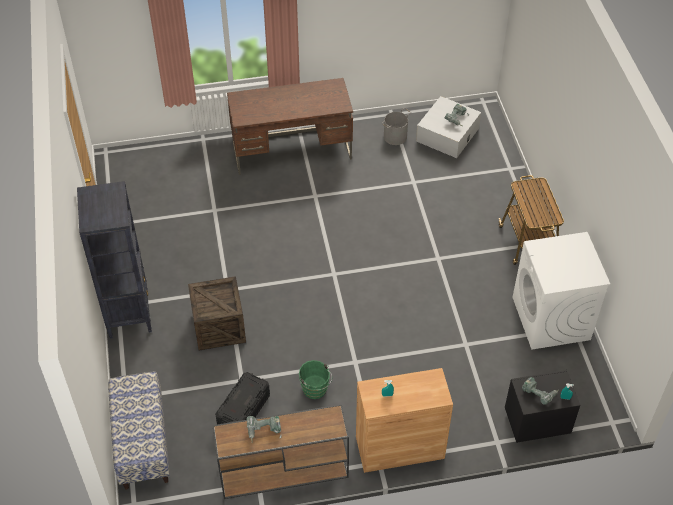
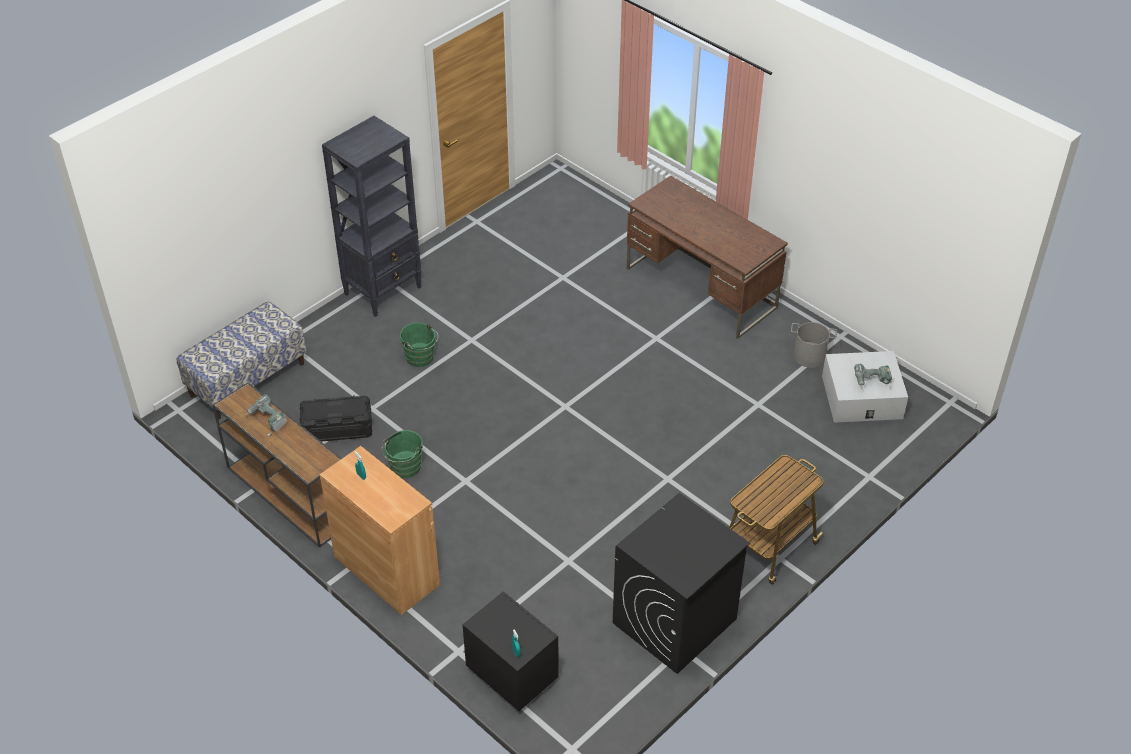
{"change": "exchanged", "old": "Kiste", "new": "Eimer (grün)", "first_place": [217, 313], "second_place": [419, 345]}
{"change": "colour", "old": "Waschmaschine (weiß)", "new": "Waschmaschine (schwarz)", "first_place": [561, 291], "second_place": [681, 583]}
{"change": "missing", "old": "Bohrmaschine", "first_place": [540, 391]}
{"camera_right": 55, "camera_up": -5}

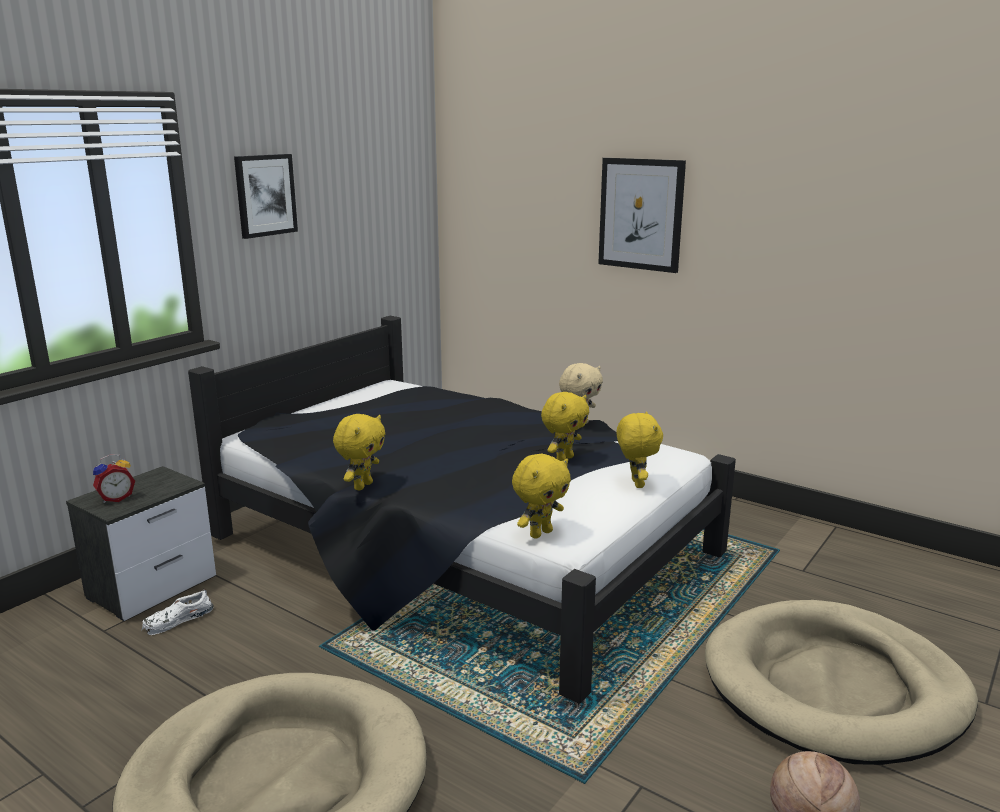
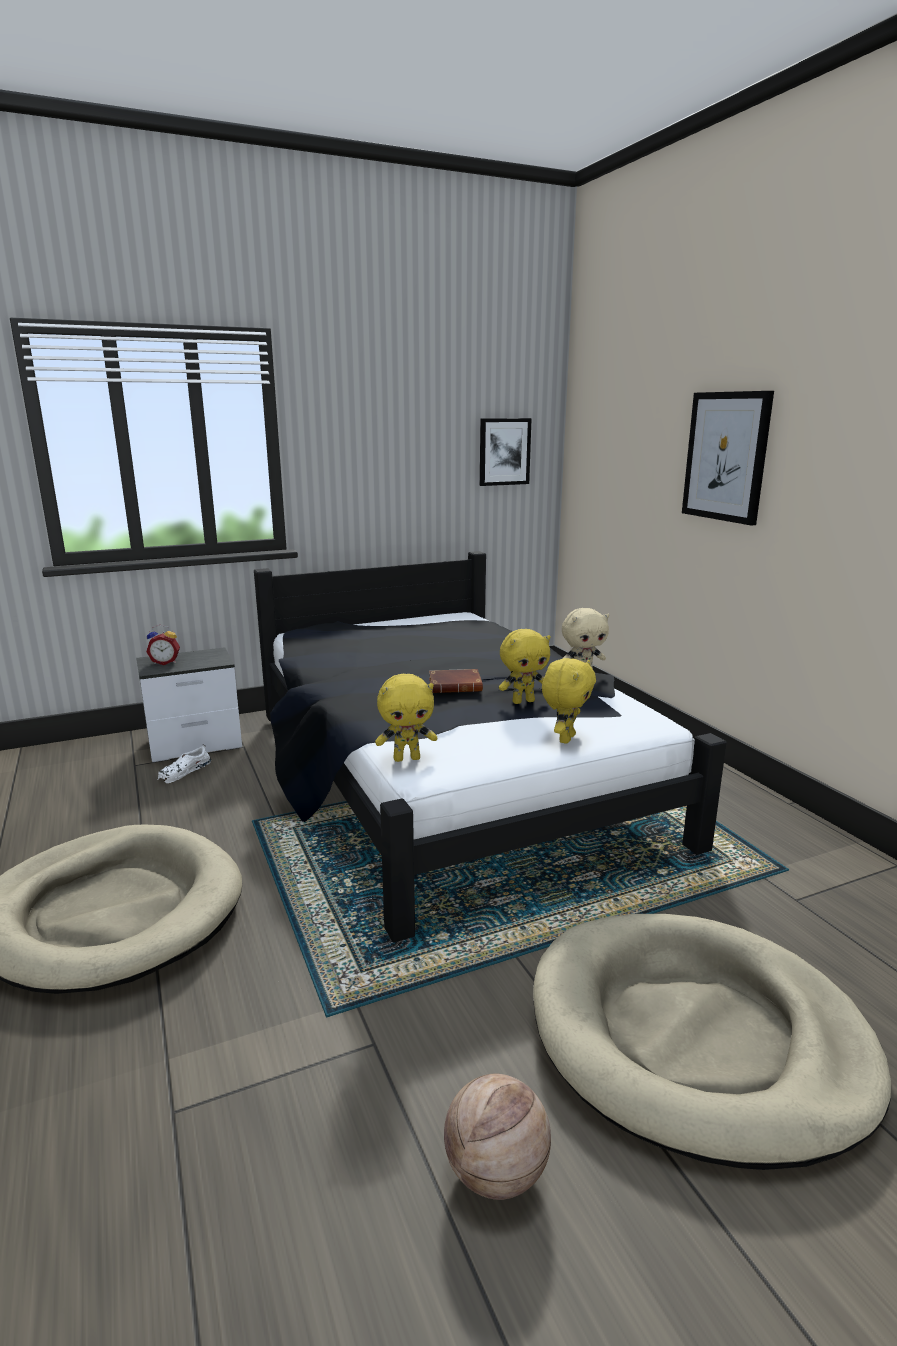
{"change": "spun", "old": "Schuh (weiß)", "first_place": [177, 611], "second_place": [184, 763], "degrees": -45}
{"change": "appeared", "new": "Buch (braun)", "second_place": [456, 681]}
{"change": "relocated", "old": "Bild", "first_place": [266, 196], "second_place": [506, 452]}
{"change": "missing", "old": "Plüschtier (gelb)", "first_place": [359, 452]}
{"camera_right": 30, "camera_up": 0}

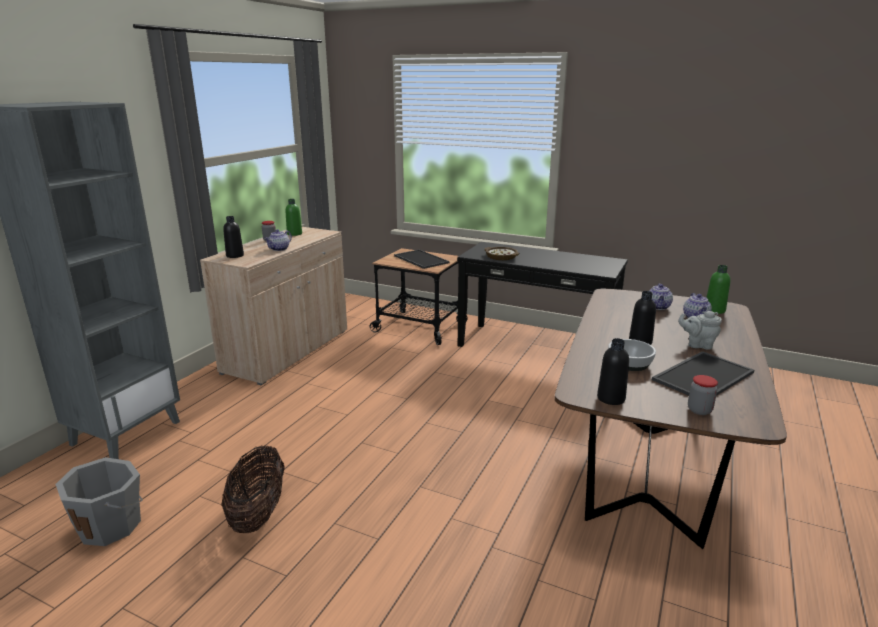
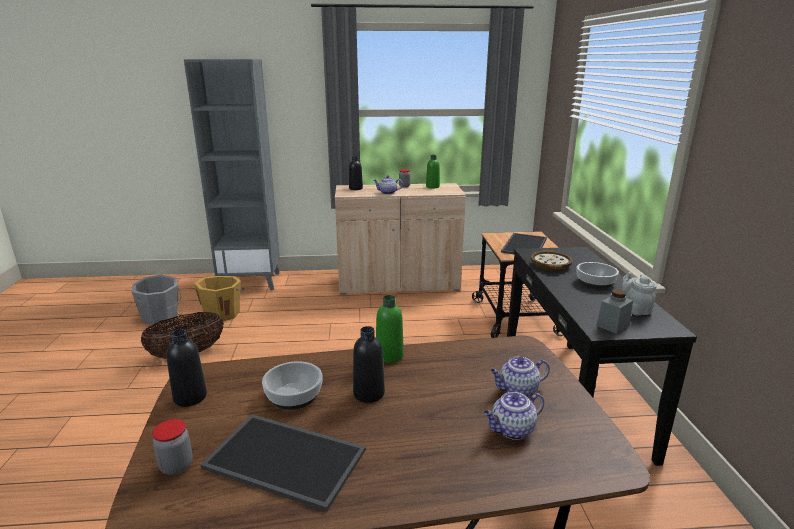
{"change": "appeared", "new": "Eimer (orange)", "second_place": [220, 298]}
{"change": "relocated", "old": "Flasche (grün)", "first_place": [718, 289], "second_place": [390, 329]}
{"change": "appeared", "new": "Schüssel", "second_place": [597, 275]}
{"change": "appeared", "new": "Vorratsglas (grau)", "second_place": [614, 311]}
{"change": "relocated", "old": "Teekanne (grau)", "first_place": [700, 330], "second_place": [639, 293]}
{"camera_right": 60, "camera_up": 0}

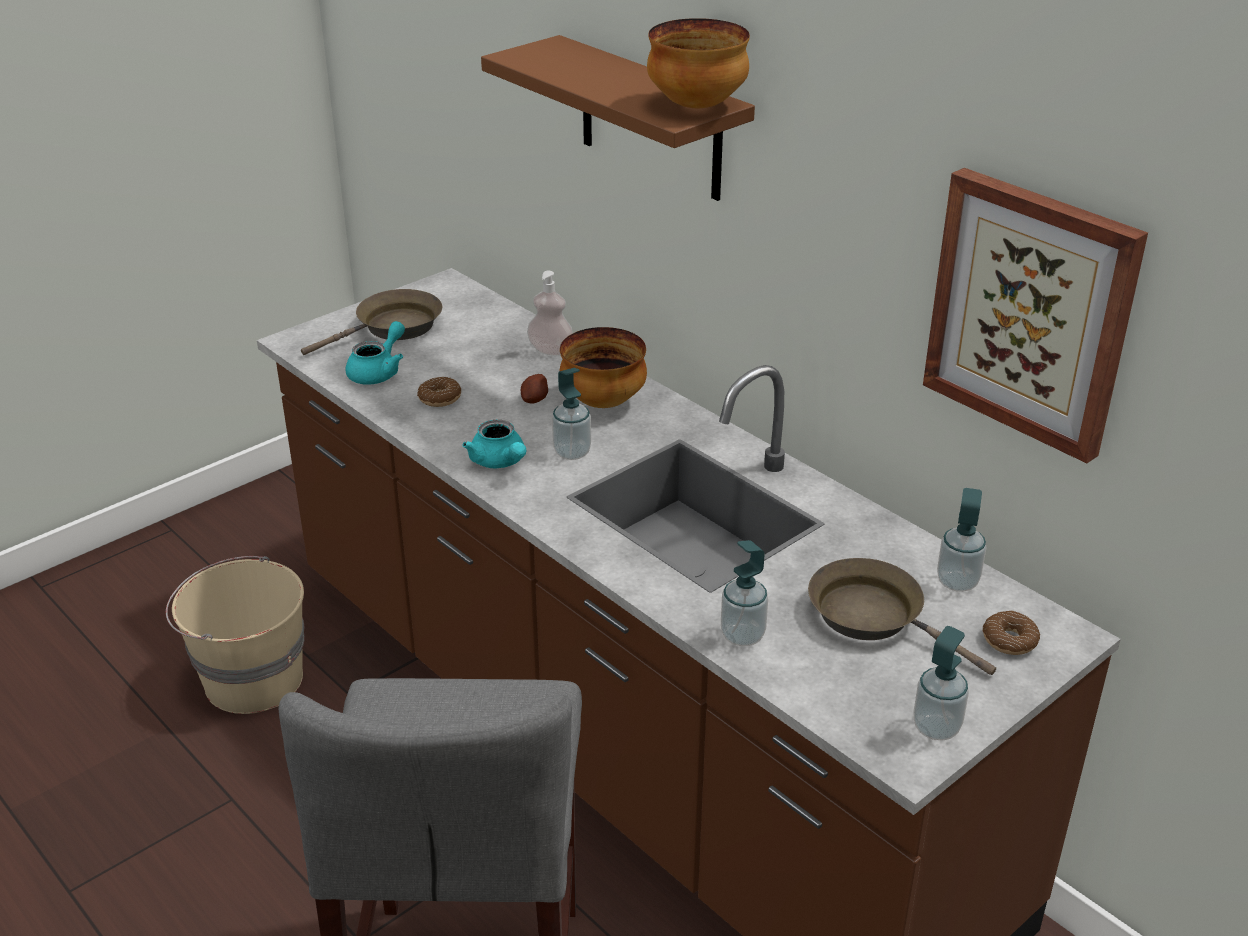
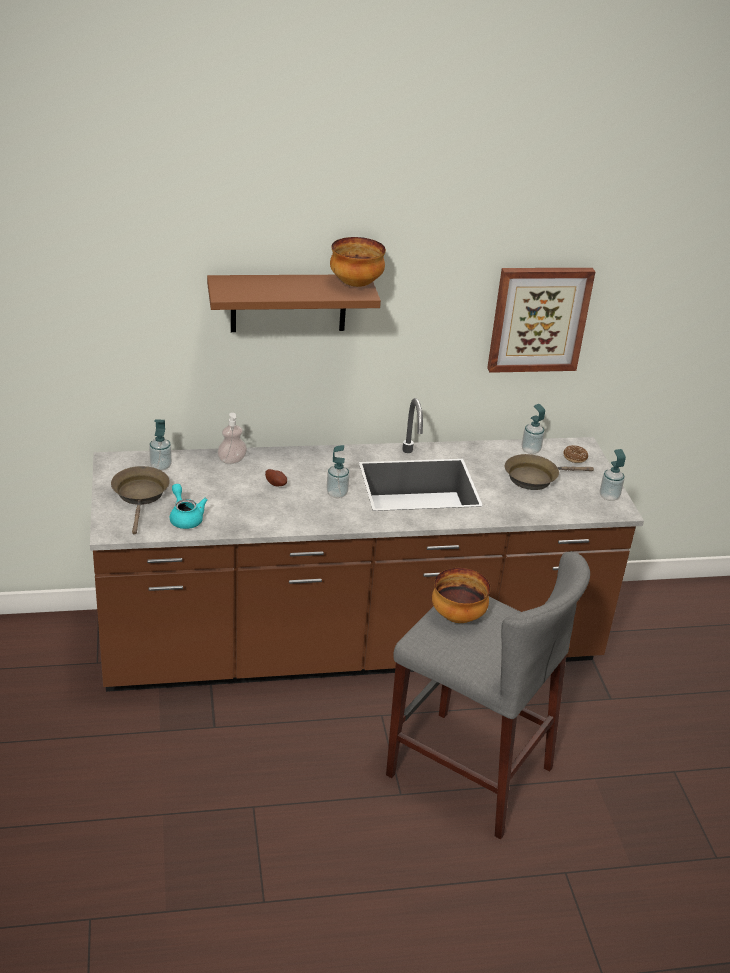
{"change": "relocated", "old": "Seifenspender", "first_place": [744, 593], "second_place": [160, 445]}
{"change": "relocated", "old": "Schüssel", "first_place": [603, 367], "second_place": [461, 595]}
{"change": "missing", "old": "Eimer (beige)", "first_place": [235, 635]}
{"change": "missing", "old": "Donut", "first_place": [439, 392]}
{"change": "missing", "old": "Teekanne (türkis)", "first_place": [494, 444]}
{"camera_right": -60, "camera_up": 0}

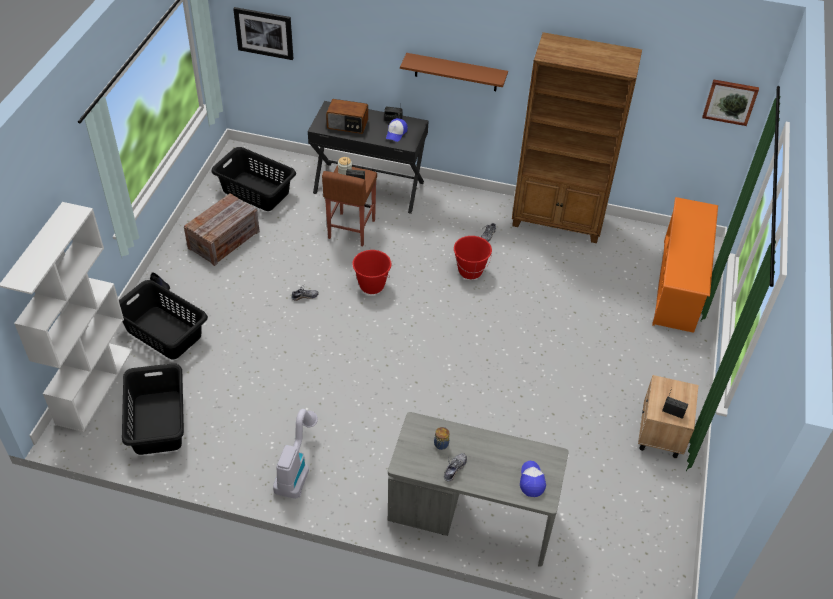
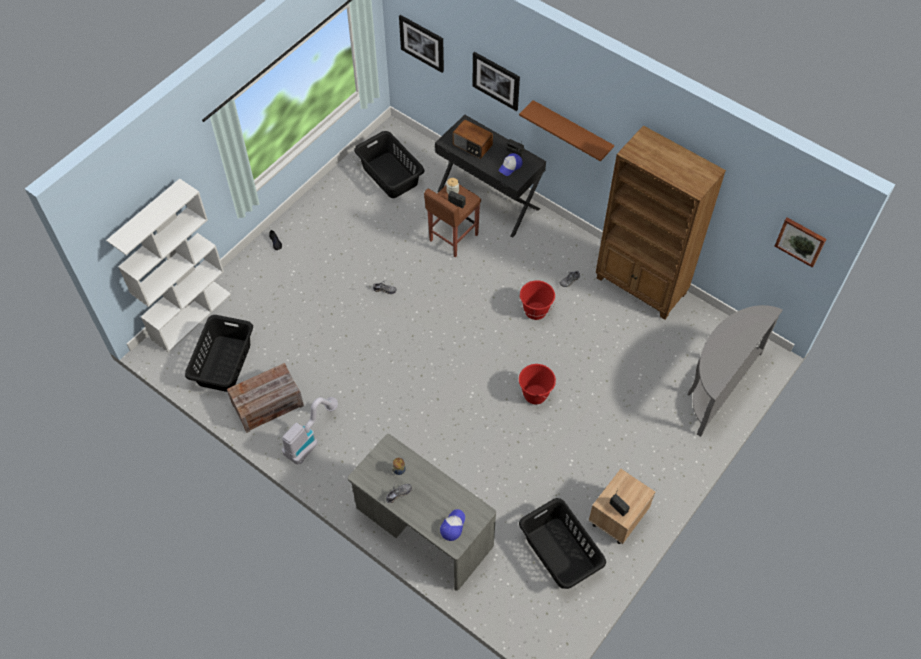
{"change": "relocated", "old": "Kiste", "first_place": [222, 229], "second_place": [265, 398]}
{"change": "appeared", "new": "Bild", "second_place": [496, 81]}
{"change": "relocated", "old": "Eimer (rot)", "first_place": [372, 272], "second_place": [537, 384]}
{"change": "relocated", "old": "Wäschekorb (schwarz)", "first_place": [163, 320], "second_place": [562, 543]}
{"change": "exchanged", "old": "Schuhregal (orange)", "new": "Konsolentisch (grau)", "first_place": [685, 265], "second_place": [735, 371]}
{"camera_right": 25, "camera_up": 10}

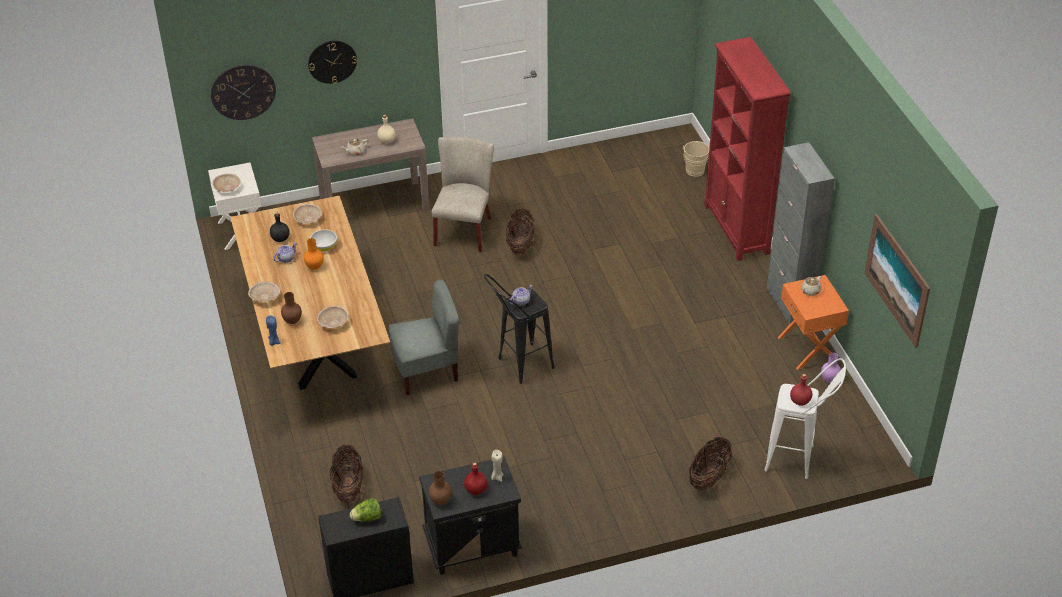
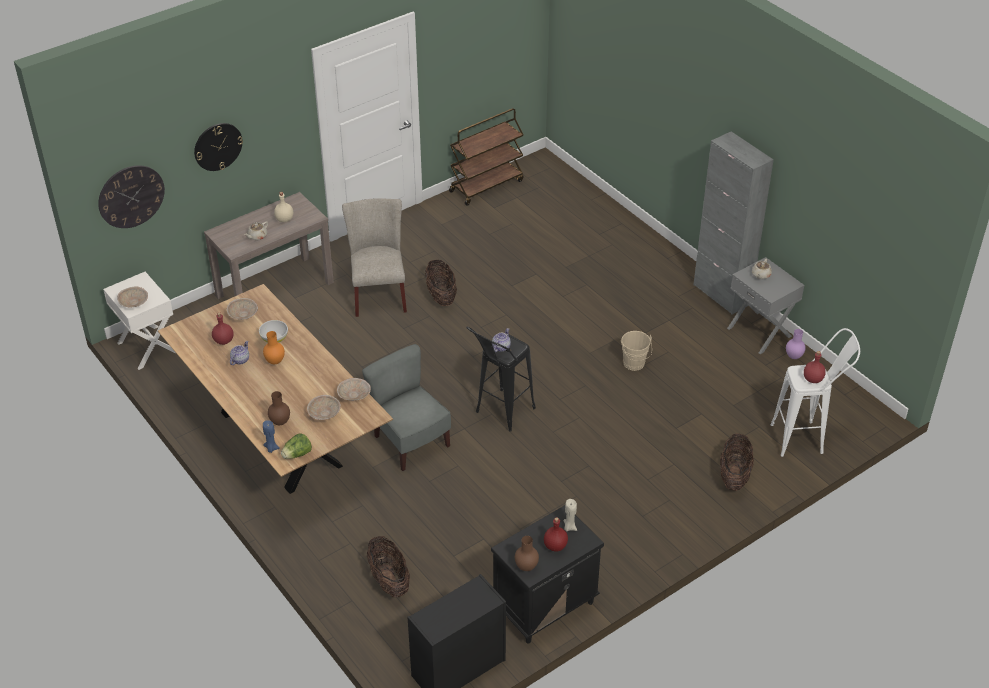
{"change": "colour", "old": "Flasche (schwarz)", "new": "Flasche (rot)", "first_place": [280, 227], "second_place": [223, 328]}
{"change": "relocated", "old": "Salatkopf", "first_place": [365, 509], "second_place": [296, 446]}
{"change": "relocated", "old": "Schüssel (beige)", "first_place": [264, 291], "second_place": [354, 389]}
{"change": "spun", "old": "Stuhl (grau)", "first_place": [424, 337], "second_place": [406, 407], "degrees": -90}
{"change": "appeared", "new": "Rollwagen (braun)", "second_place": [486, 157]}
{"change": "relocated", "old": "Eimer (beige)", "first_place": [696, 159], "second_place": [636, 351]}
{"change": "colour", "old": "Nachttisch (orange)", "new": "Nachttisch (grau)", "first_place": [813, 322], "second_place": [765, 305]}
{"change": "missing", "old": "Bücherregal (rot)", "first_place": [747, 149]}
{"change": "missing", "old": "Bild", "first_place": [897, 281]}
{"camera_right": -20, "camera_up": 0}

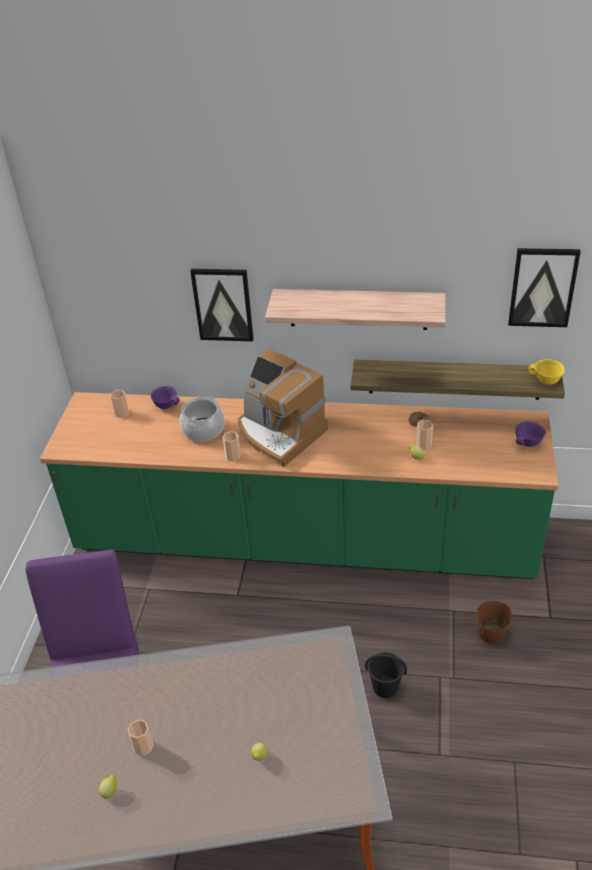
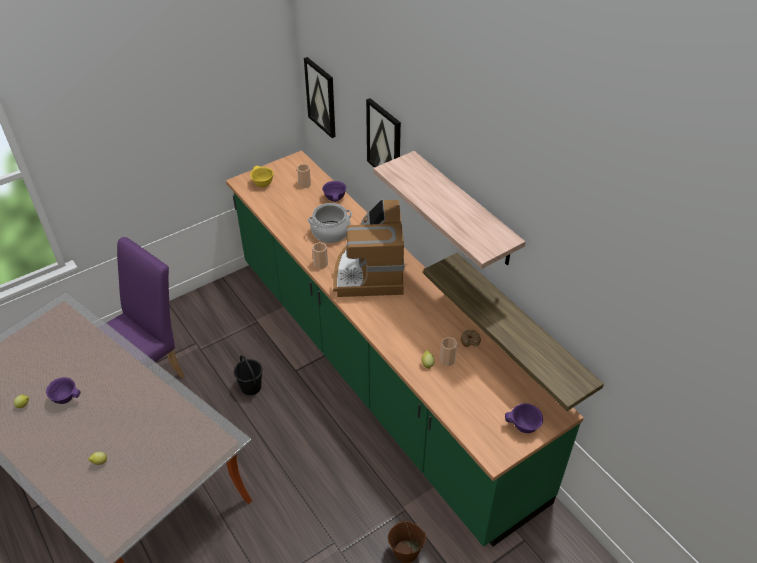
{"change": "exchanged", "old": "Tasse", "new": "Schüssel (lila)", "first_place": [141, 738], "second_place": [63, 390]}
{"change": "relocated", "old": "Eimer (schwarz)", "first_place": [386, 675], "second_place": [248, 375]}
{"change": "relocated", "old": "Schüssel (gelb)", "first_place": [546, 372], "second_place": [261, 176]}
{"change": "relocated", "old": "Bild", "first_place": [544, 287], "second_place": [320, 97]}
{"camera_right": 45, "camera_up": 5}

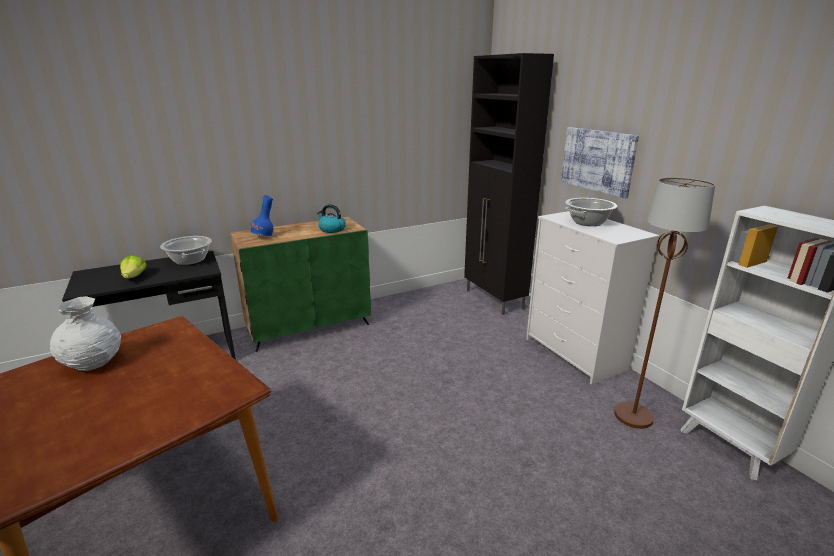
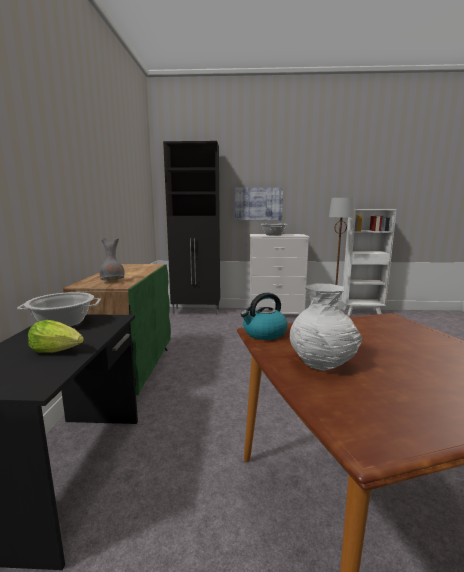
{"change": "colour", "old": "Vase (blau)", "new": "Vase (grau)", "first_place": [262, 215], "second_place": [112, 258]}
{"change": "relocated", "old": "Wasserkessel", "first_place": [331, 218], "second_place": [264, 316]}
{"camera_right": -60, "camera_up": -10}

